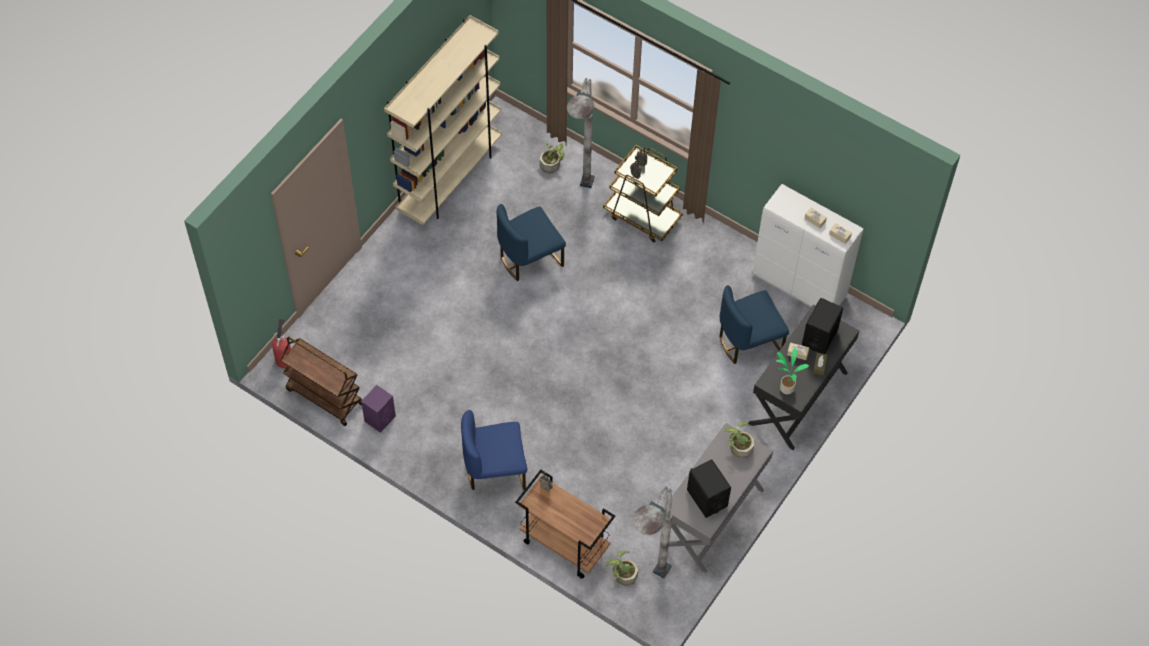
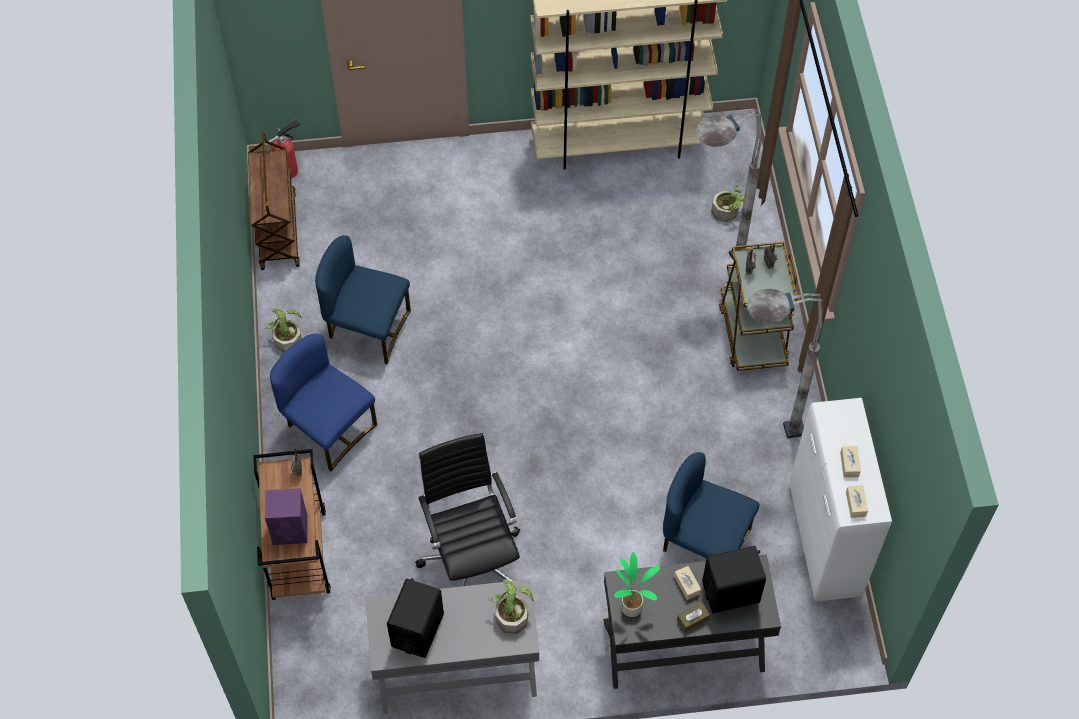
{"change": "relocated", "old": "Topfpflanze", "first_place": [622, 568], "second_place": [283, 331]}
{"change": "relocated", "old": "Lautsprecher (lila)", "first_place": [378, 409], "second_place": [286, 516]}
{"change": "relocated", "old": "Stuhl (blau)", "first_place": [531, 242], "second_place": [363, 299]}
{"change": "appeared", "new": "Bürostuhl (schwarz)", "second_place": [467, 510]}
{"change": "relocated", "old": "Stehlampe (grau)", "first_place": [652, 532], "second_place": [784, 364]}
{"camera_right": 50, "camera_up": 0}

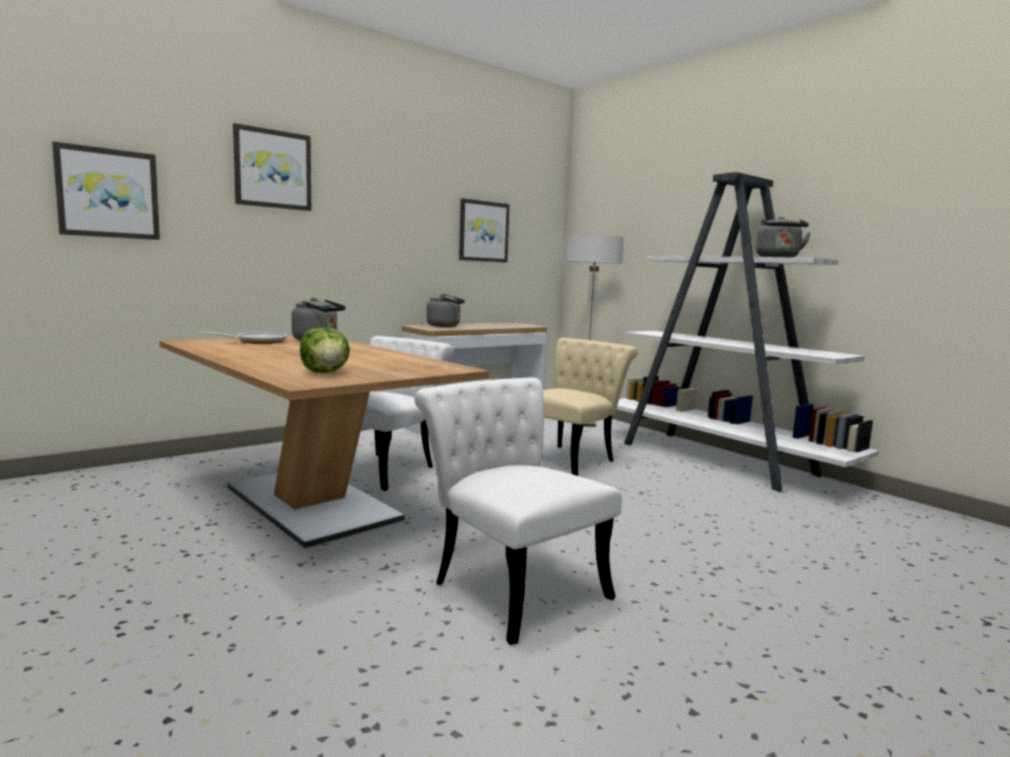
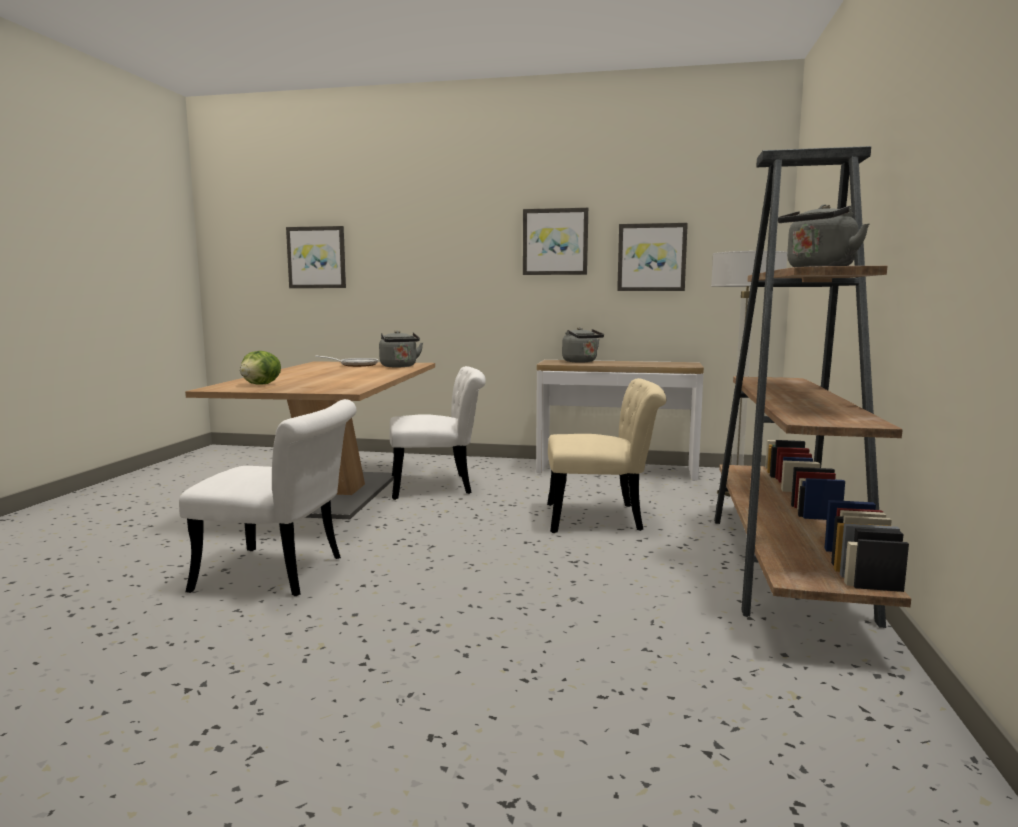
{"change": "spun", "old": "Stuhl (weiß)", "first_place": [518, 511], "second_place": [268, 497], "degrees": 90}
{"change": "relocated", "old": "Bild", "first_place": [272, 167], "second_place": [555, 241]}
{"change": "colour", "old": "Bücherregal (weiß)", "new": "Bücherregal (braun)", "first_place": [748, 332], "second_place": [812, 387]}
{"camera_right": 50, "camera_up": 0}

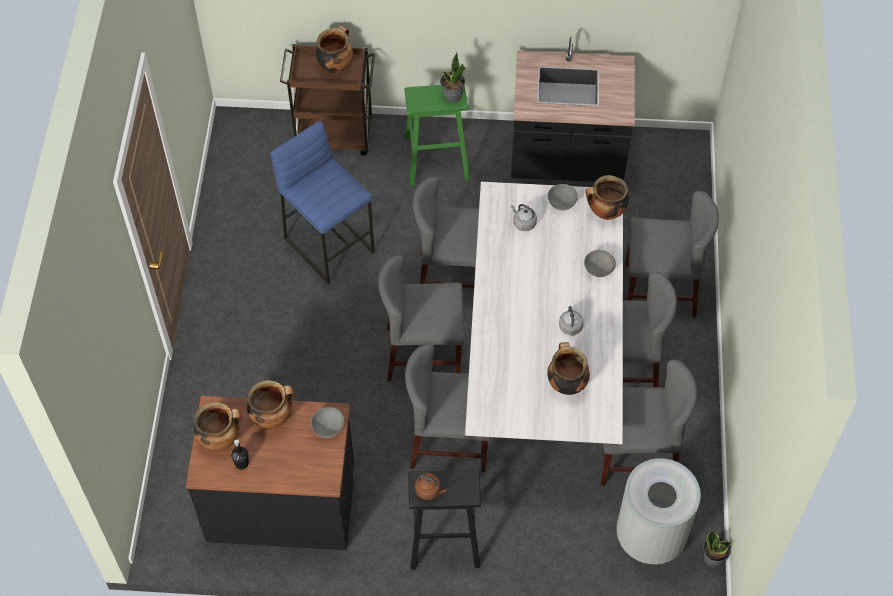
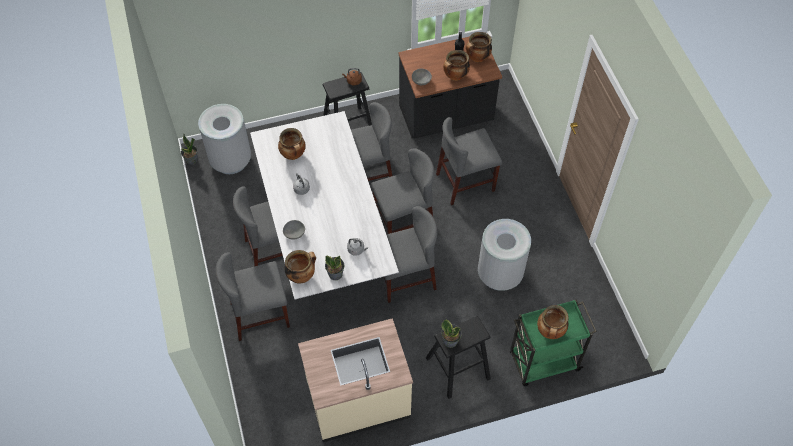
{"change": "colour", "old": "Küchenzeile (schwarz)", "new": "Küchenzeile (beige)", "first_place": [573, 109], "second_place": [355, 380]}
{"change": "exchanged", "old": "Schüssel (grau)", "new": "Topfpflanze", "first_place": [563, 197], "second_place": [334, 267]}
{"change": "colour", "old": "Hocker (grün)", "new": "Hocker (schwarz)", "first_place": [437, 134], "second_place": [458, 357]}
{"change": "relocated", "old": "Stuhl (grau)", "first_place": [649, 422], "second_place": [469, 161]}
{"change": "exchanged", "old": "Hocker (blau)", "new": "Mülleimer (grau)", "first_place": [322, 202], "second_place": [504, 255]}
{"change": "colour", "old": "Rollwagen (braun)", "new": "Rollwagen (grün)", "first_place": [327, 100], "second_place": [553, 342]}
{"camera_right": 160, "camera_up": 0}

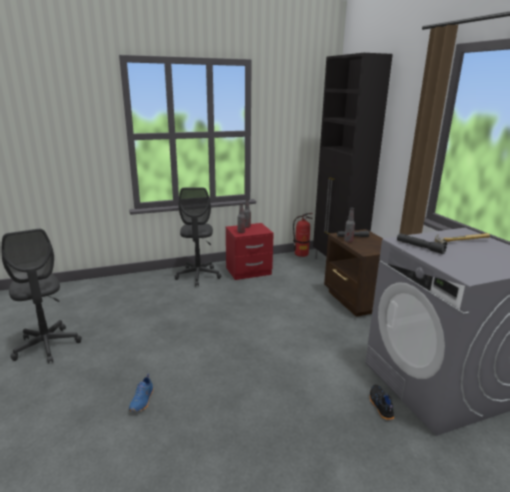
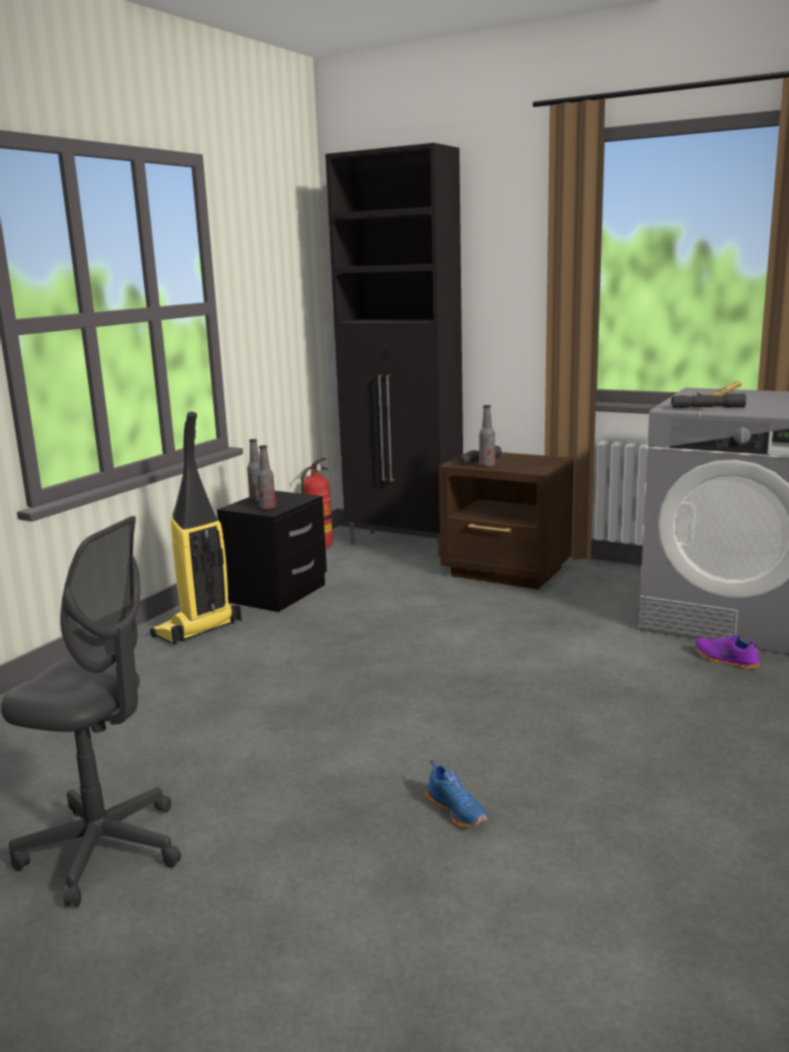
{"change": "exchanged", "old": "Bürostuhl (grau)", "new": "Staubsauger", "first_place": [197, 237], "second_place": [196, 528]}
{"change": "colour", "old": "Nachttisch (rot)", "new": "Nachttisch (schwarz)", "first_place": [250, 251], "second_place": [272, 551]}
{"change": "colour", "old": "Schuh (schwarz)", "new": "Schuh (lila)", "first_place": [381, 402], "second_place": [728, 651]}
{"camera_right": -40, "camera_up": -5}

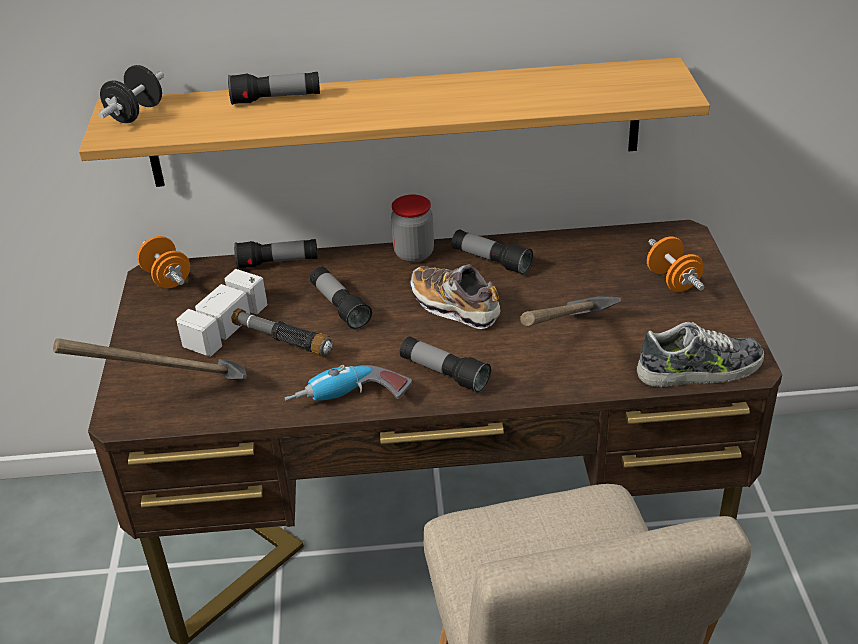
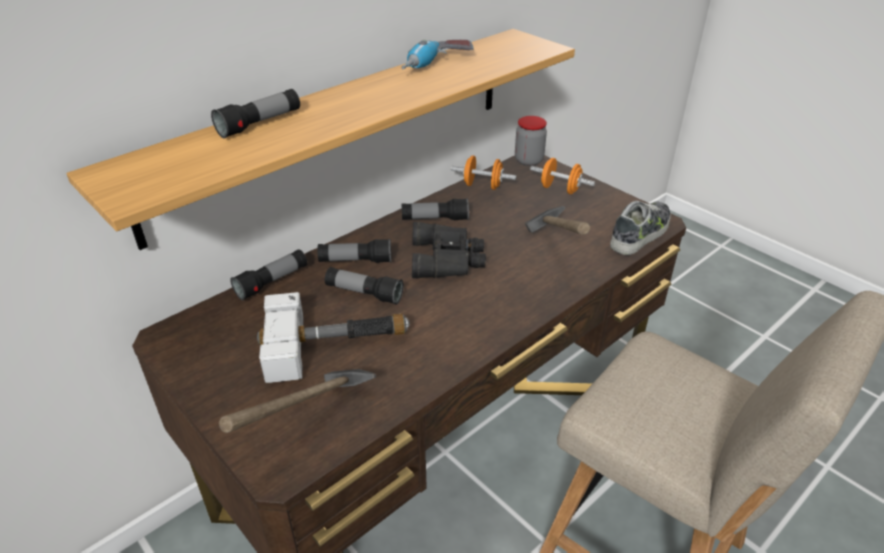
{"change": "relocated", "old": "Taschenlampe", "first_place": [445, 364], "second_place": [354, 251]}
{"change": "relocated", "old": "Bohrmaschine", "first_place": [348, 383], "second_place": [437, 54]}
{"change": "exchanged", "old": "Schuh", "new": "Fernglas (schwarz)", "first_place": [455, 296], "second_place": [449, 250]}
{"change": "relocated", "old": "Hantel (orange)", "first_place": [163, 262], "second_place": [483, 172]}
{"change": "relocated", "old": "Vorratsglas", "first_place": [412, 228], "second_place": [531, 141]}
{"change": "missing", "old": "Hantel (schwarz)", "first_place": [131, 94]}
{"camera_right": -40, "camera_up": 0}

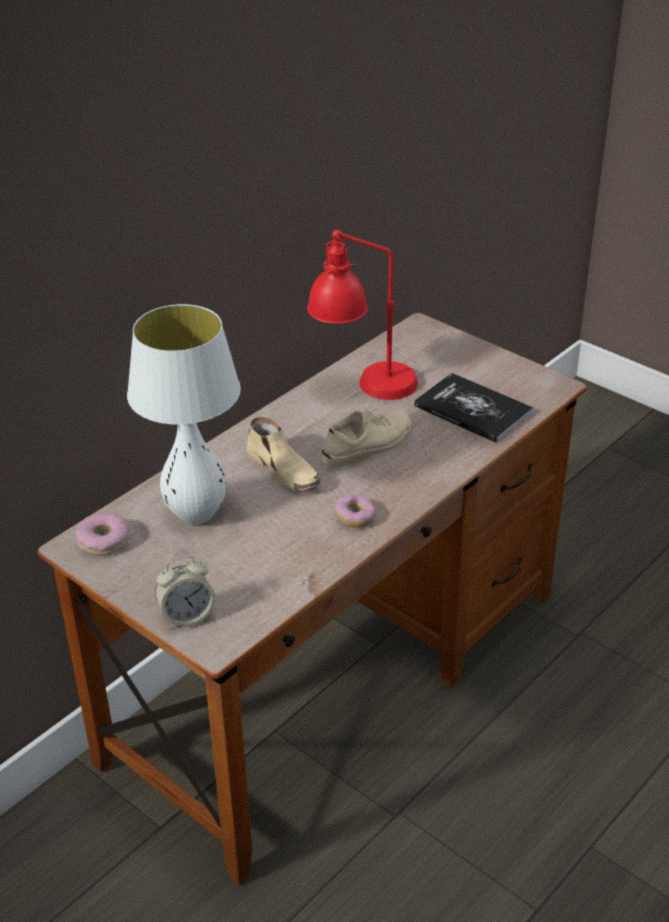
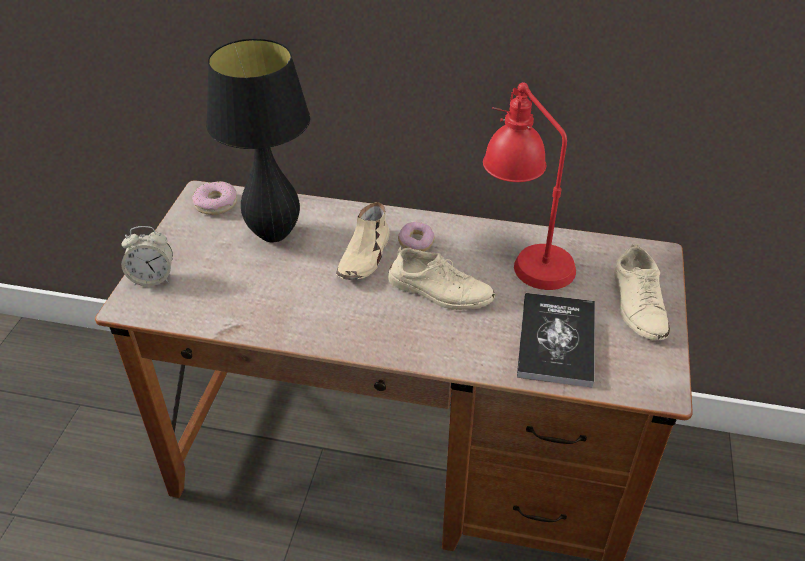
{"change": "spun", "old": "Wecker", "first_place": [185, 592], "second_place": [147, 256], "degrees": -45}
{"change": "colour", "old": "Tischlampe (weiß)", "new": "Tischlampe (schwarz)", "first_place": [184, 414], "second_place": [258, 140]}
{"change": "relocated", "old": "Donut", "first_place": [355, 511], "second_place": [416, 237]}
{"change": "appeared", "new": "Schuh (beige)", "second_place": [642, 292]}
{"camera_right": 60, "camera_up": 5}

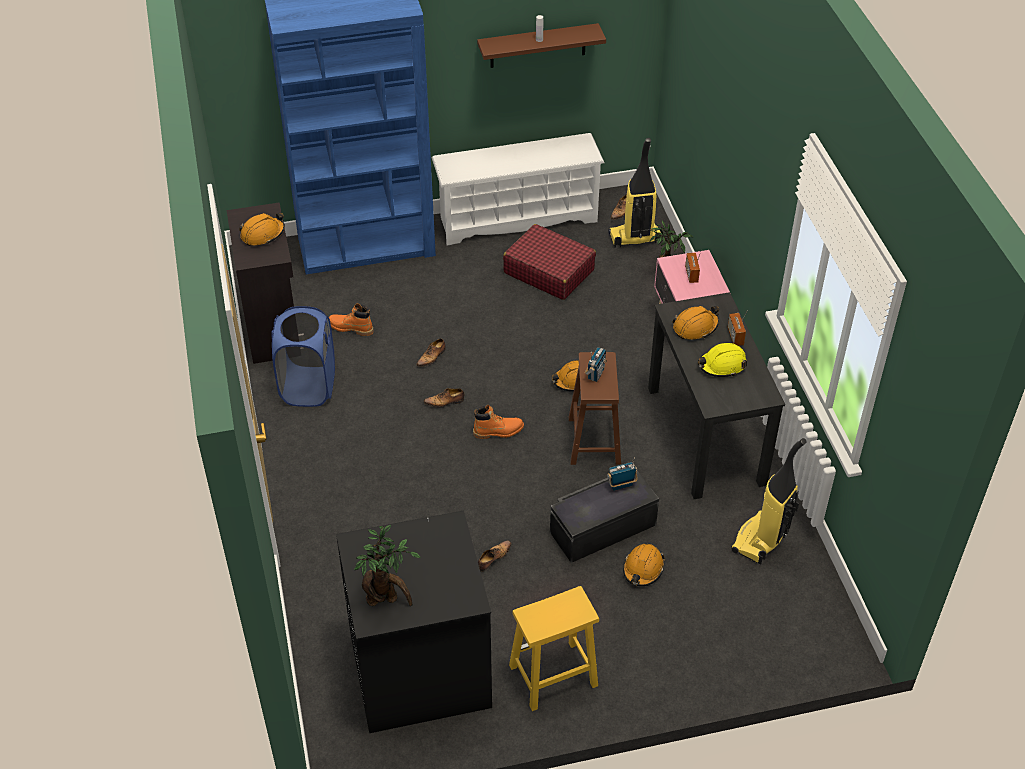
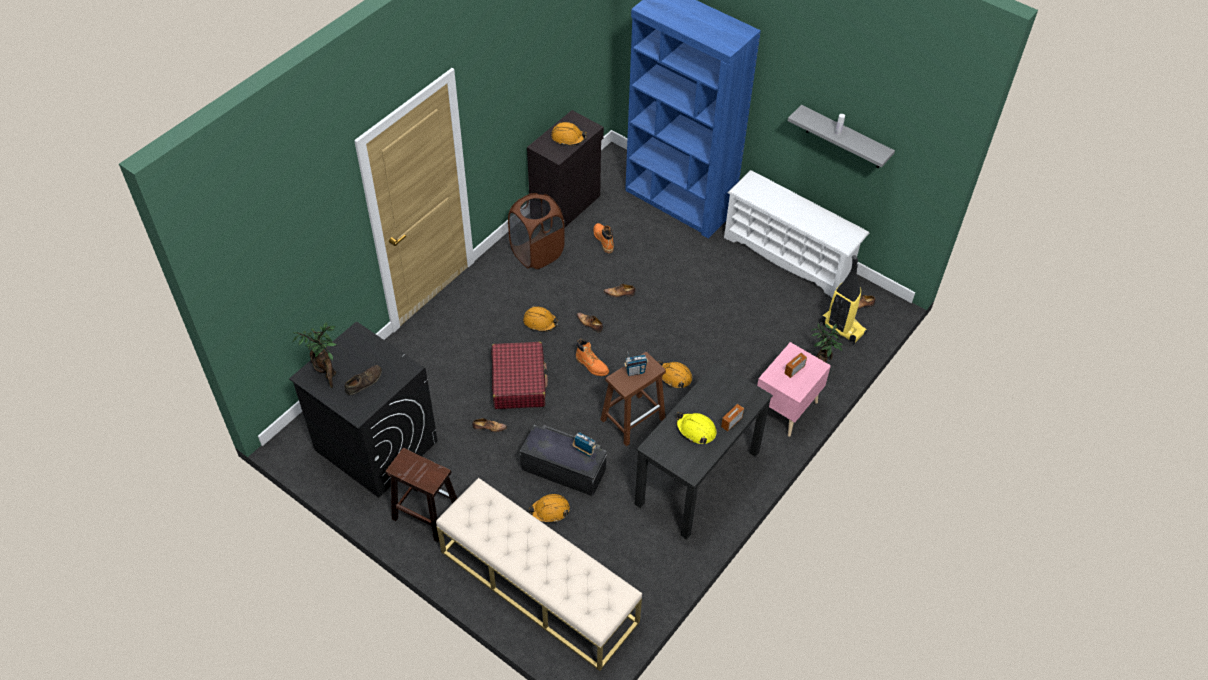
{"change": "appeared", "new": "Schuh (braun)", "second_place": [363, 380]}
{"change": "colour", "old": "Hocker (gelb)", "new": "Hocker (braun)", "first_place": [554, 648], "second_place": [421, 495]}
{"change": "appeared", "new": "Bank (beige)", "second_place": [539, 574]}
{"change": "relocated", "old": "Koffer (rot)", "first_place": [549, 262], "second_place": [519, 375]}
{"change": "colour", "old": "Wäschekorb (blau)", "new": "Wäschekorb (braun)", "first_place": [303, 356], "second_place": [536, 231]}
{"change": "relocated", "old": "Schutzhelm (orange)", "first_place": [695, 322], "second_place": [541, 319]}
{"change": "colour", "old": "Wandregal (braun)", "new": "Wandregal (grau)", "first_place": [541, 45], "second_place": [841, 136]}
{"change": "missing", "old": "Staubsauger", "first_place": [769, 501]}
{"camera_right": 50, "camera_up": 5}

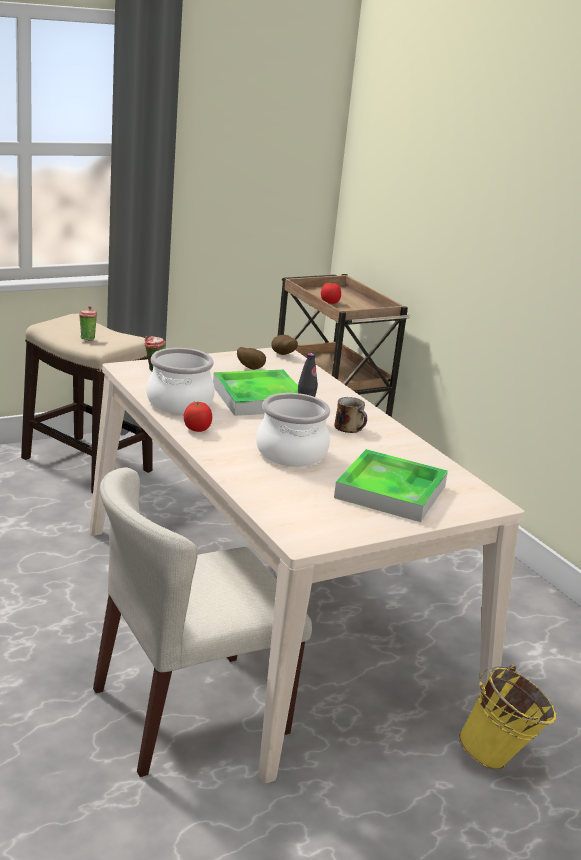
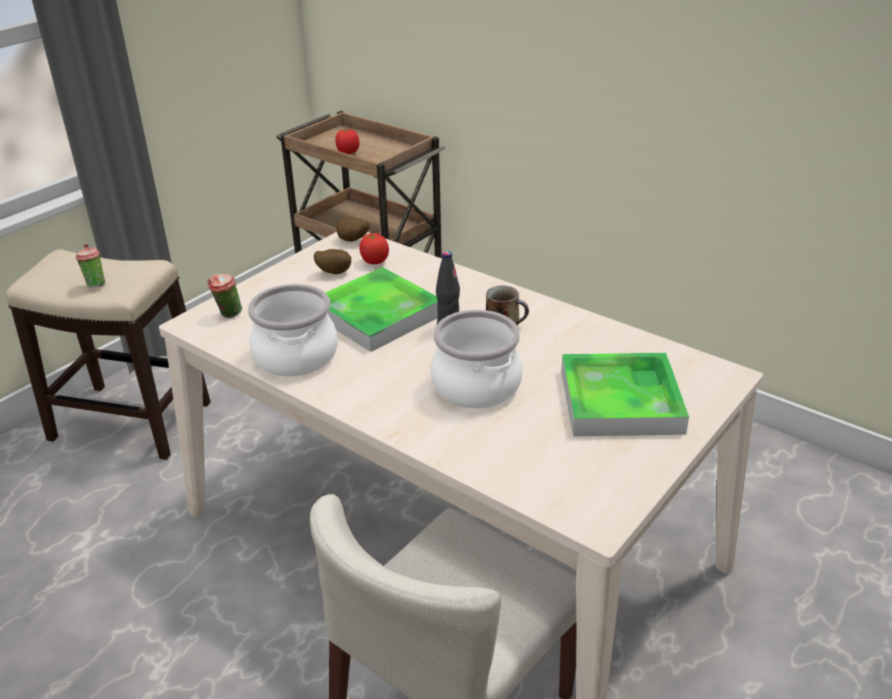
{"change": "relocated", "old": "Tomate", "first_place": [198, 417], "second_place": [374, 248]}
{"change": "missing", "old": "Eimer (gelb)", "first_place": [507, 717]}
{"camera_right": -20, "camera_up": 10}

